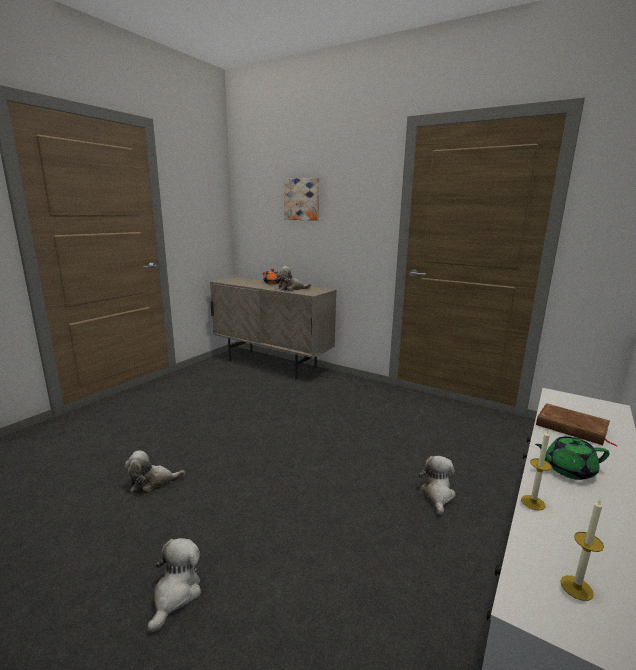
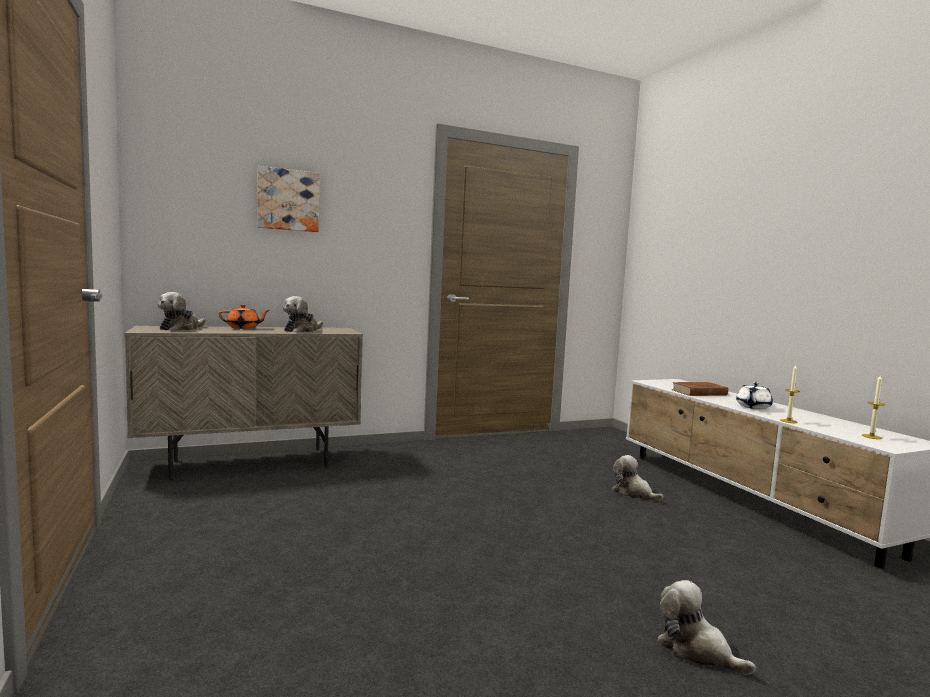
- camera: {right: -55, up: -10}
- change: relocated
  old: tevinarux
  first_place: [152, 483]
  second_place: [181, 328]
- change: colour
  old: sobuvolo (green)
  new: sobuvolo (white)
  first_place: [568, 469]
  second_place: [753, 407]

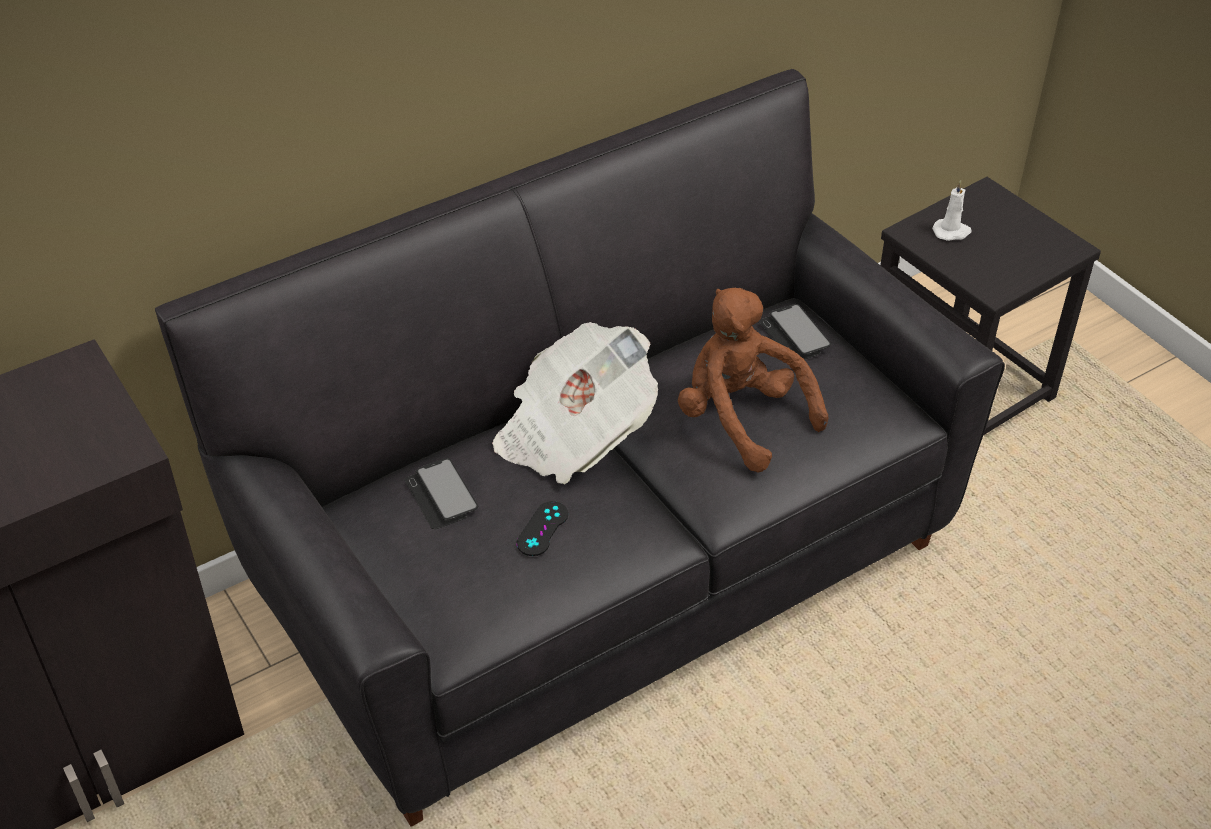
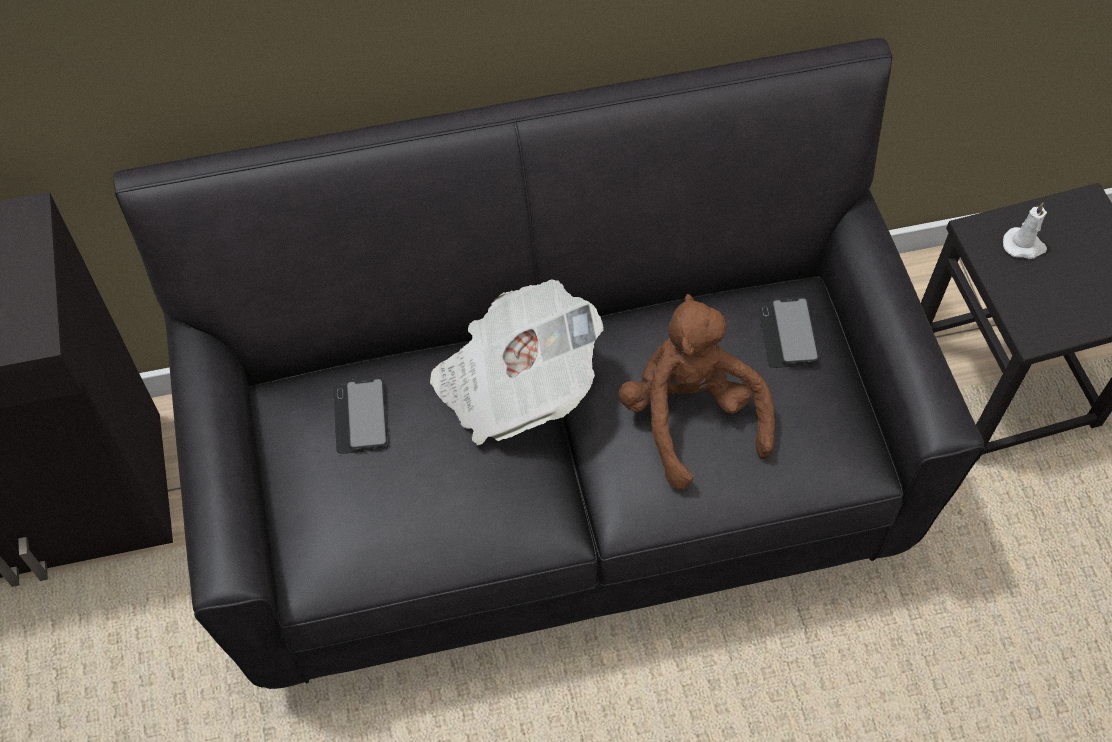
- camera: {right: 20, up: 15}
- change: missing
  old: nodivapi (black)
  first_place: [542, 529]

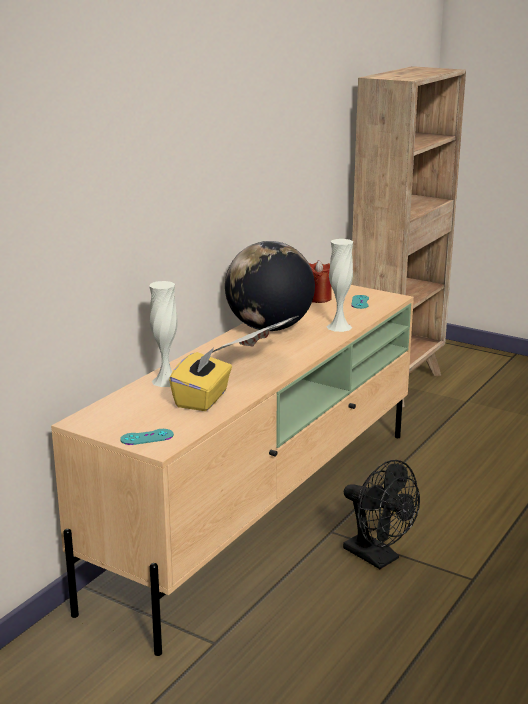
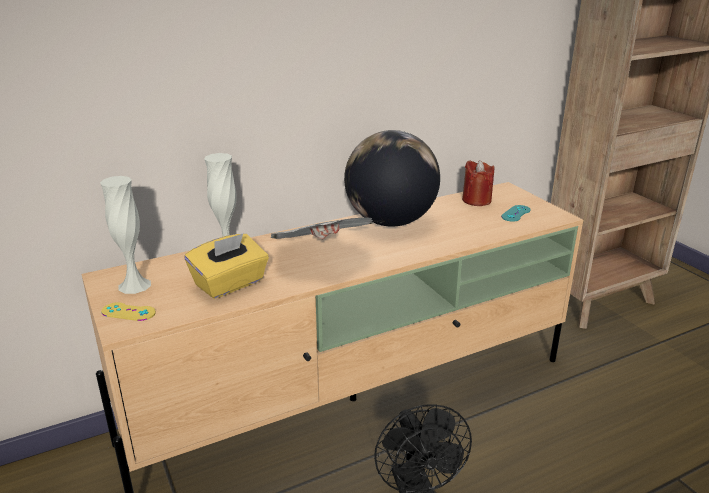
- camera: {right: 30, up: 5}
- change: colour
  old: nodivapi (turquoise)
  new: nodivapi (yellow)
  first_place: [147, 437]
  second_place: [128, 312]
- change: relocated
  old: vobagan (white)
  first_place: [339, 327]
  second_place: [134, 285]

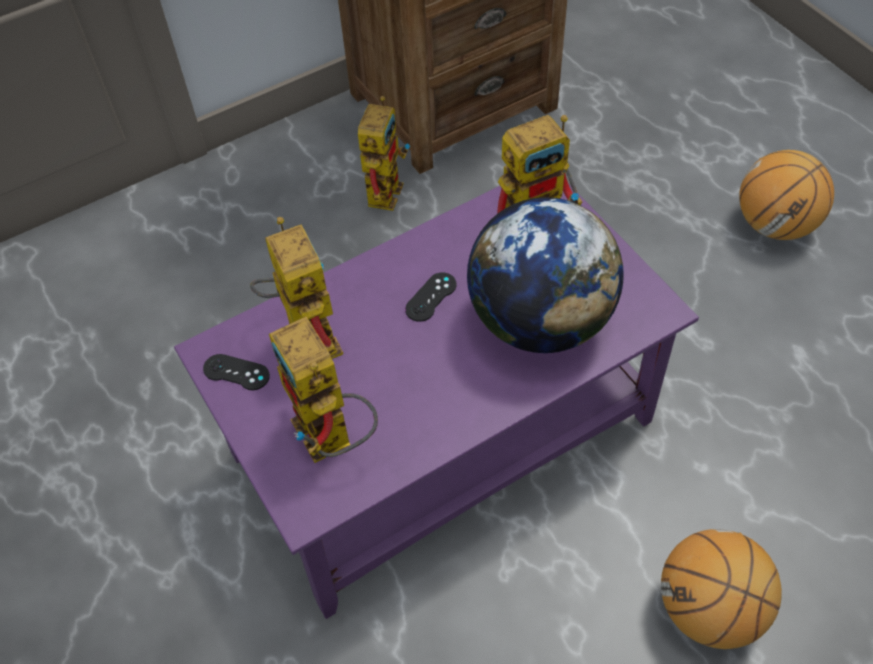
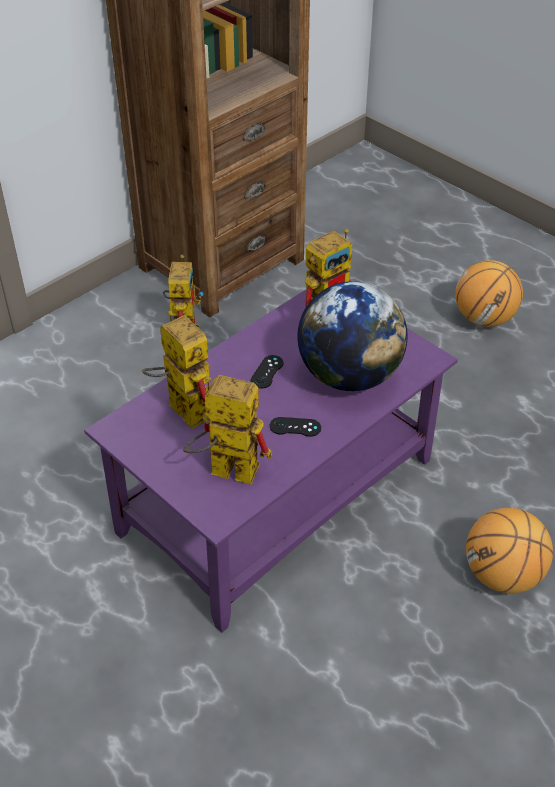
- camera: {right: -15, up: -10}
- change: relocated
  old: nodivapi (black)
  first_place: [236, 372]
  second_place: [295, 427]
- change: spun
  old: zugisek
  first_place: [333, 440]
  second_place: [224, 470]
  degrees: 150

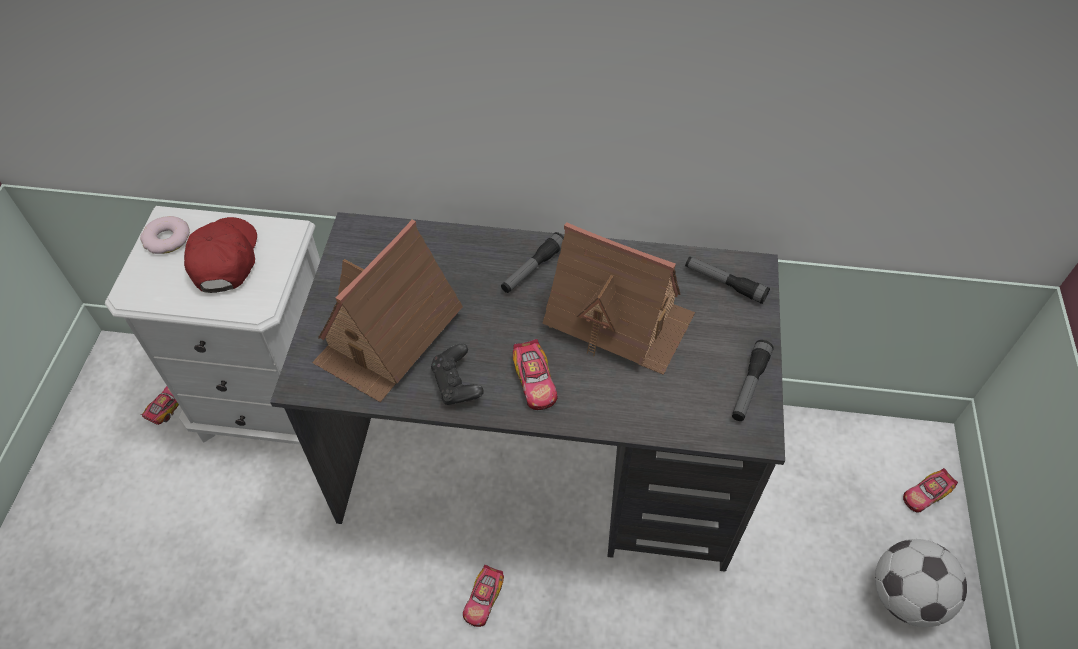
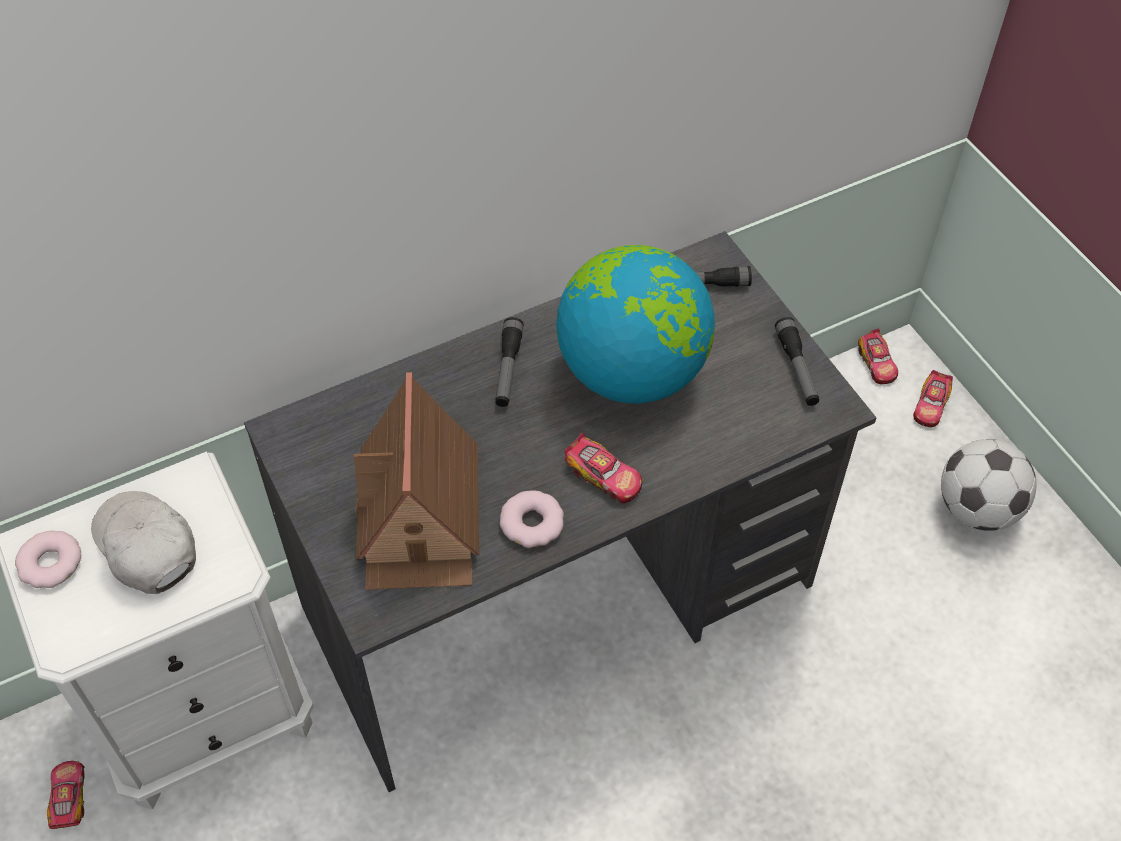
- camera: {right: -35, up: 0}
- change: colour
  old: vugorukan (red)
  new: vugorukan (white)
  first_place: [224, 260]
  second_place: [146, 547]
- change: exchanged
  old: nodivapi (black)
  new: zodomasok
  first_place: [457, 384]
  second_place: [532, 523]
- change: relocated
  old: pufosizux
  first_place: [483, 600]
  second_place: [876, 363]
- change: exchanged
  old: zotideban
  new: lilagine
  first_place: [618, 319]
  second_place: [632, 372]

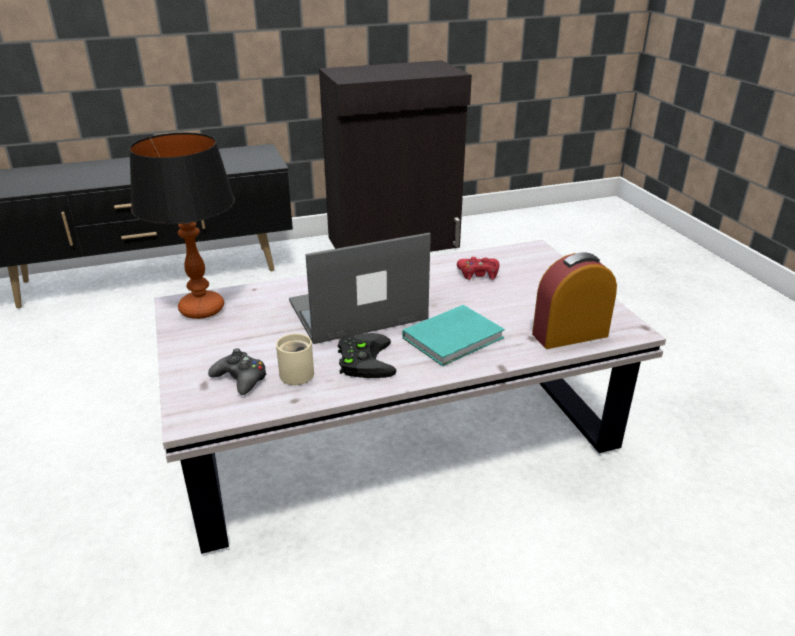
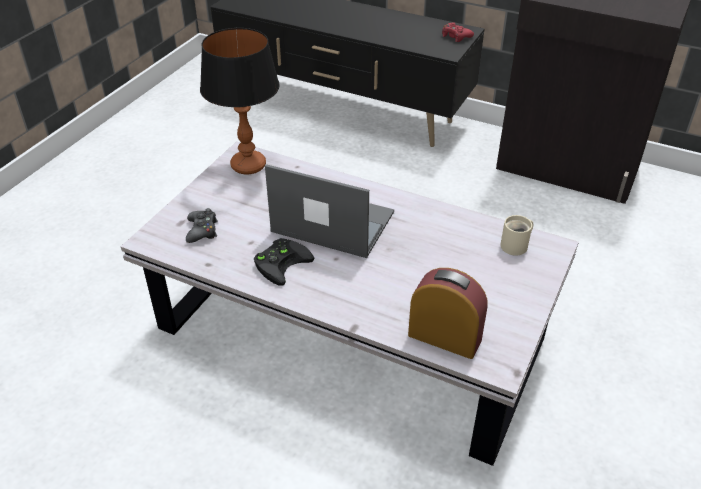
- camera: {right: 45, up: 10}
- change: relocated
  old: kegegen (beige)
  first_place: [299, 373]
  second_place: [516, 246]
- change: missing
  old: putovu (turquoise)
  first_place: [456, 338]
- change: relocated
  old: nodivapi (red)
  first_place: [478, 273]
  second_place: [455, 36]

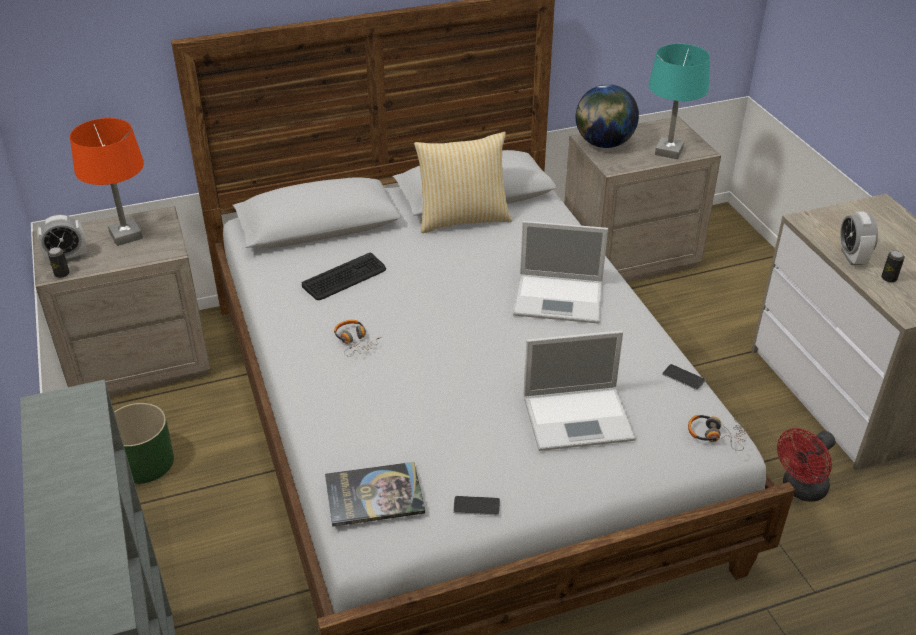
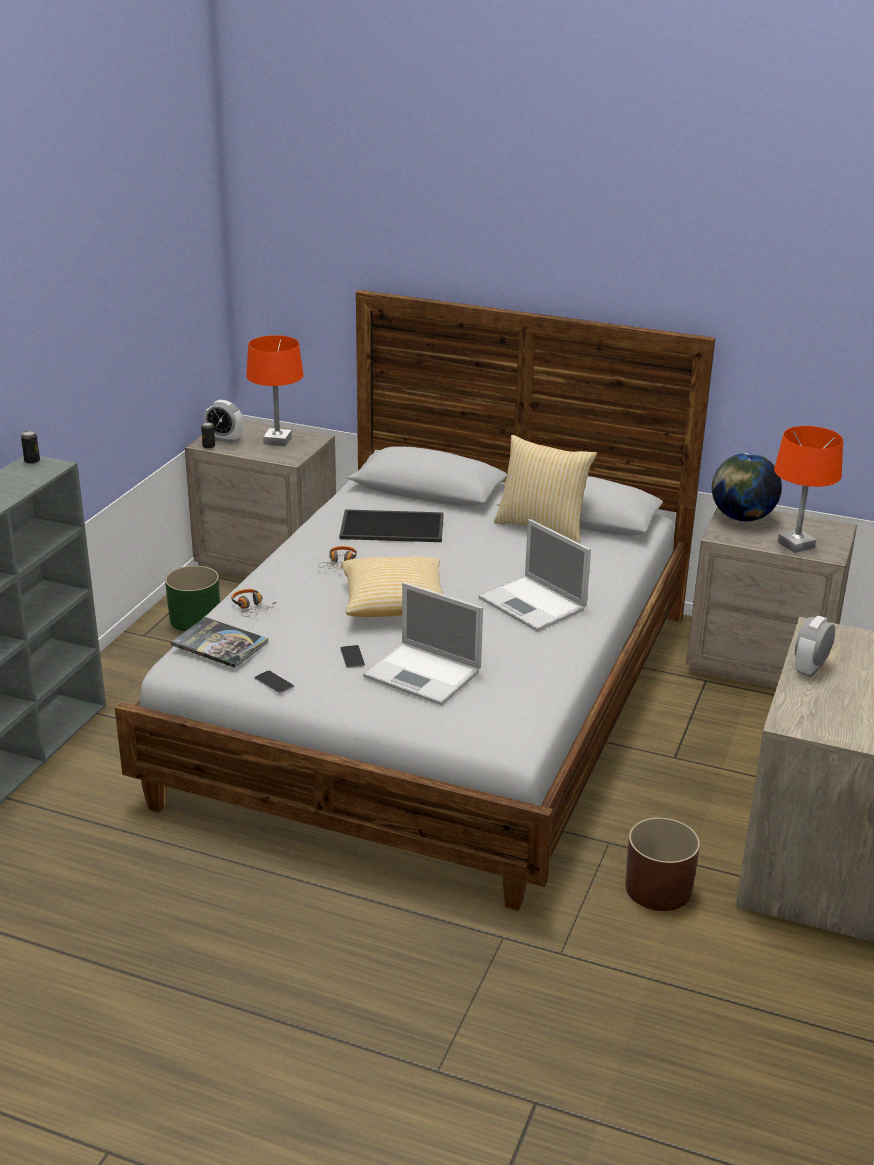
- camera: {right: 40, up: -10}
- change: exchanged
  old: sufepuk
  new: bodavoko
  first_place: [345, 278]
  second_place: [393, 526]
- change: colour
  old: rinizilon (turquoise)
  new: rinizilon (orange)
  first_place: [668, 151]
  second_place: [795, 544]
- change: relocated
  old: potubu
  first_place: [683, 377]
  second_place: [352, 657]
- change: relocated
  old: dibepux
  first_place: [715, 435]
  second_place: [251, 607]
- change: exchanged
  old: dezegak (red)
  new: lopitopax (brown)
  first_place: [800, 489]
  second_place: [659, 889]
- change: relocated
  old: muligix
  first_place: [889, 278]
  second_place: [32, 461]
- change: appeared
  new: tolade
  second_place: [394, 604]

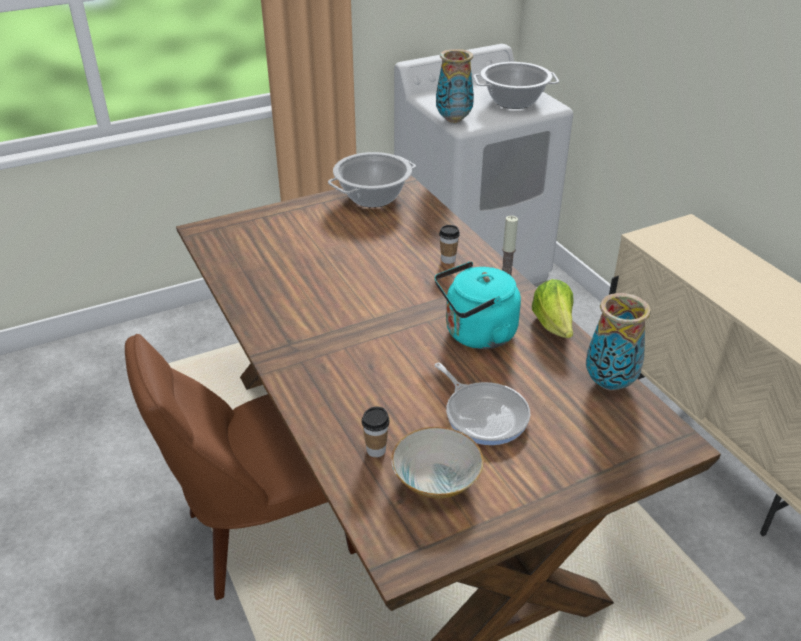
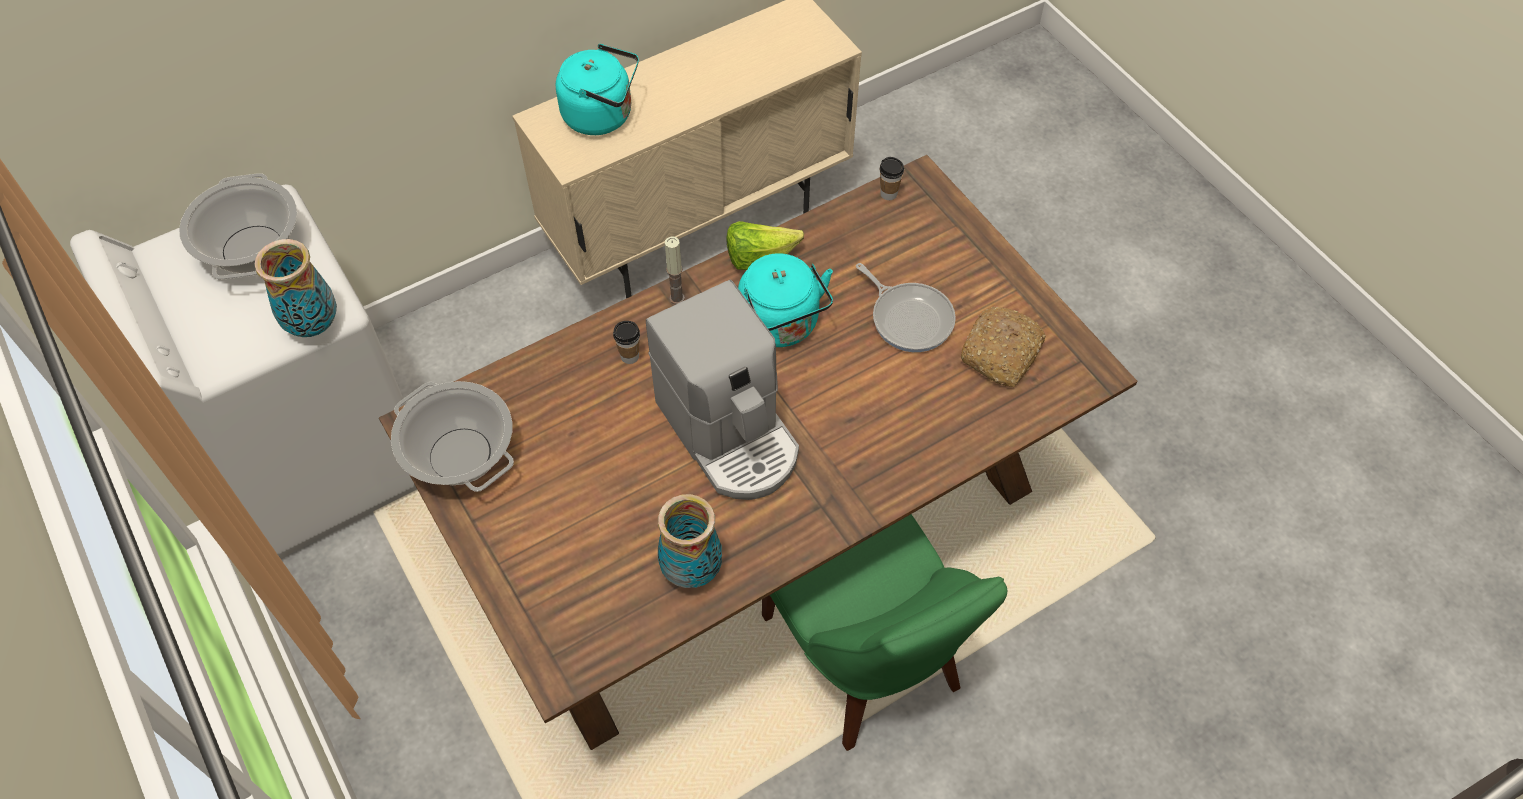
- camera: {right: -95, up: 20}
- change: colour
  old: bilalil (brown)
  new: bilalil (green)
  first_place: [262, 533]
  second_place: [866, 659]
- change: relocated
  old: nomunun
  first_place: [376, 450]
  second_place: [888, 194]
- change: exchanged
  old: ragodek
  new: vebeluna
  first_place: [435, 479]
  second_place: [1001, 353]
- change: spun
  old: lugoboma
  first_place: [484, 414]
  second_place: [909, 318]
  degrees: 90
- change: relocated
  old: vobagan
  first_place: [610, 383]
  second_place: [691, 569]
- change: appeared
  new: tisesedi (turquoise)
  second_place: [602, 115]
- change: appeared
  new: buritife
  second_place: [730, 433]

